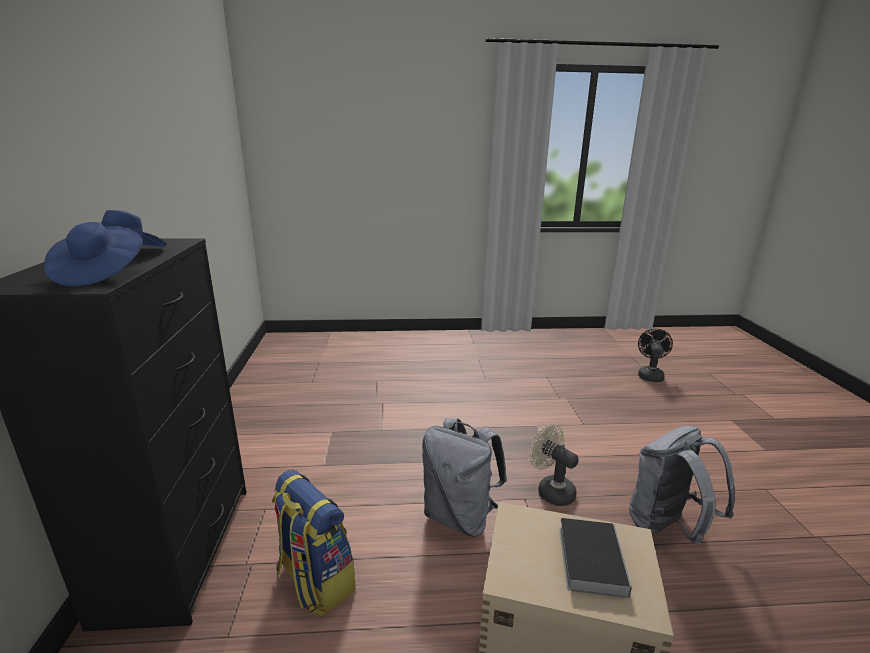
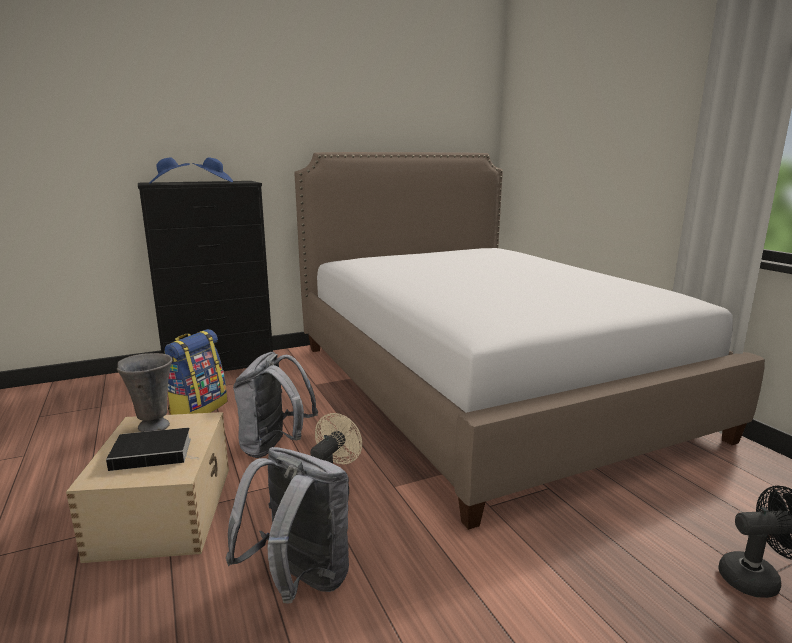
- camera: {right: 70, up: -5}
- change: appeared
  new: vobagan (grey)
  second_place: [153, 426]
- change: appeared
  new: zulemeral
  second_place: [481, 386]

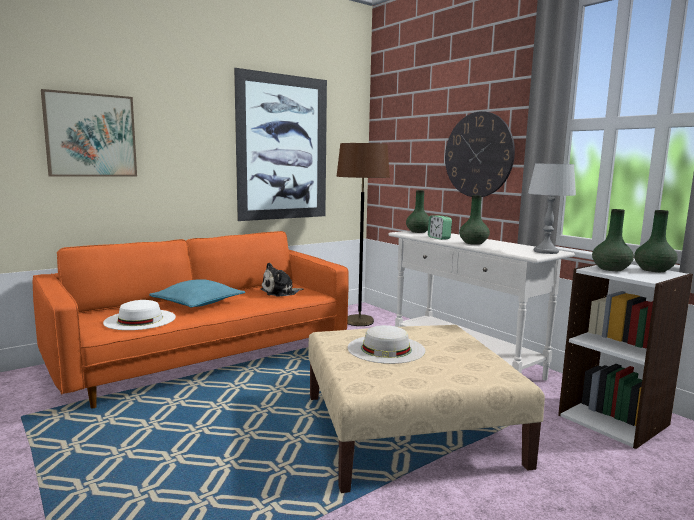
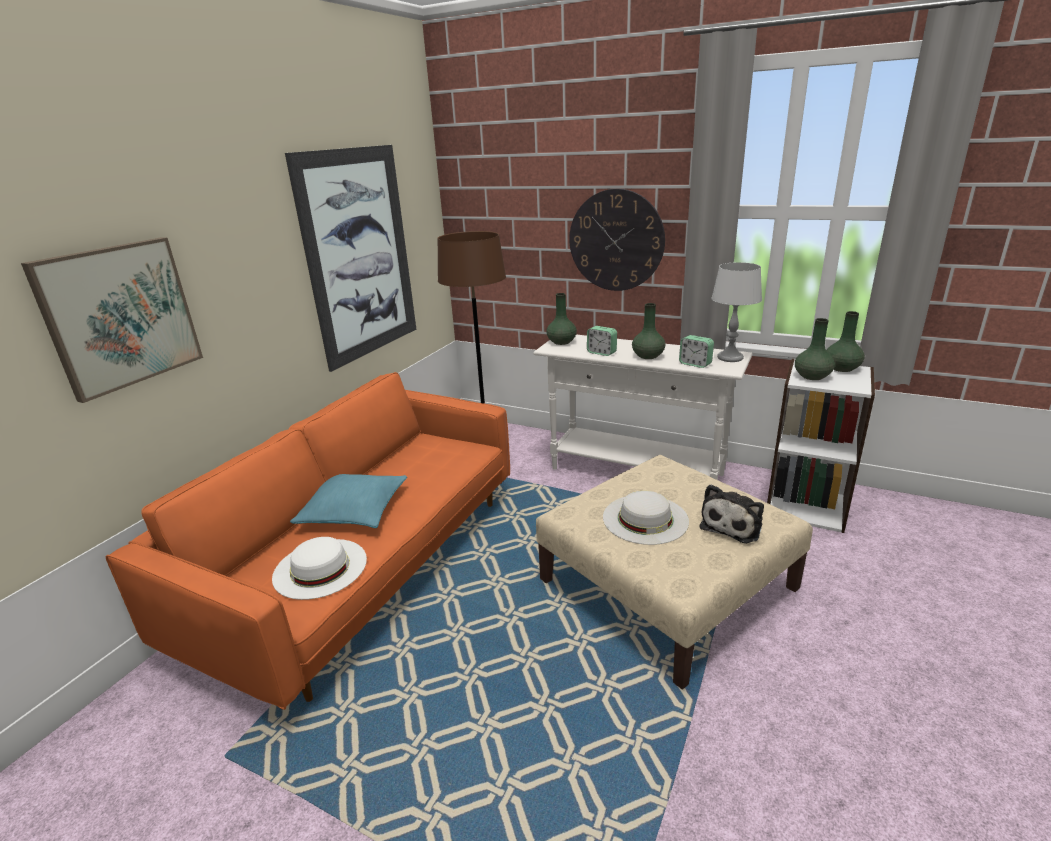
- camera: {right: -25, up: 15}
- change: relocated
  old: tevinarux
  first_place: [280, 292]
  second_place: [733, 525]
- change: appeared
  new: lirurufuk
  second_place: [695, 364]

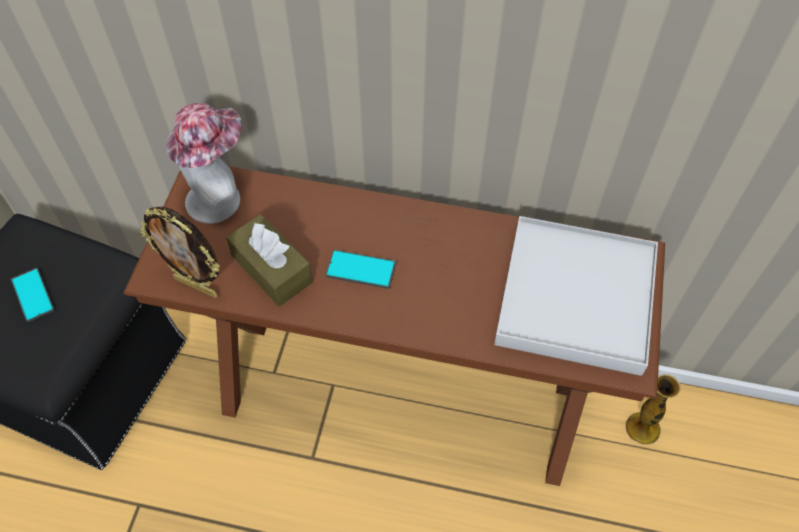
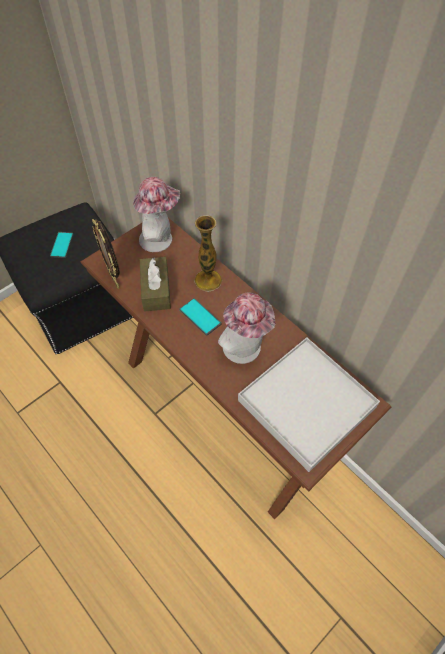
- camera: {right: 35, up: 0}
- change: relocated
  old: vobagan
  first_place: [642, 428]
  second_place: [208, 280]
- change: appeared
  new: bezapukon
  second_place: [245, 350]

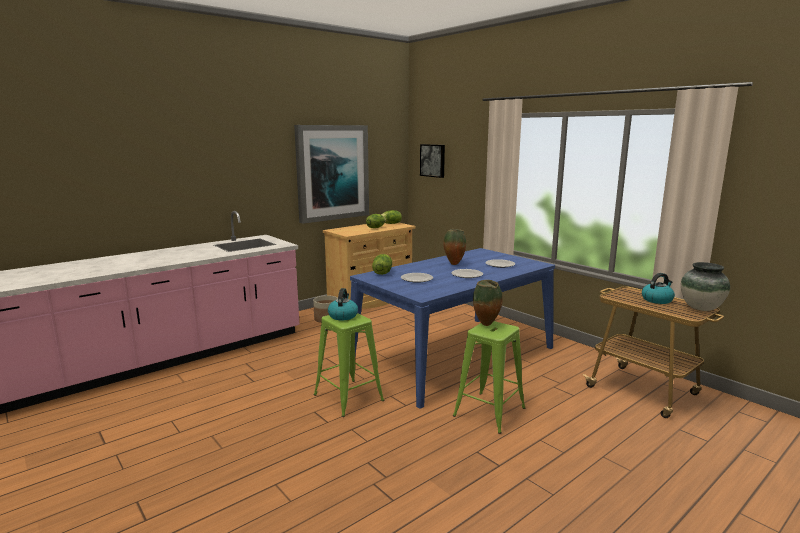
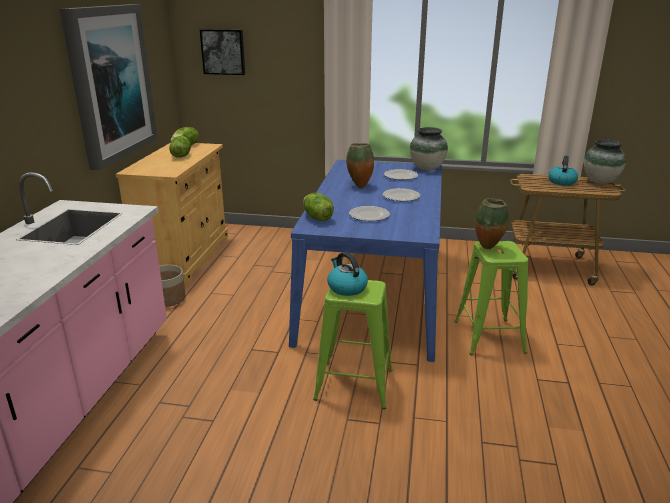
- camera: {right: -40, up: 10}
- change: appeared
  new: vobagan
  second_place: [427, 168]

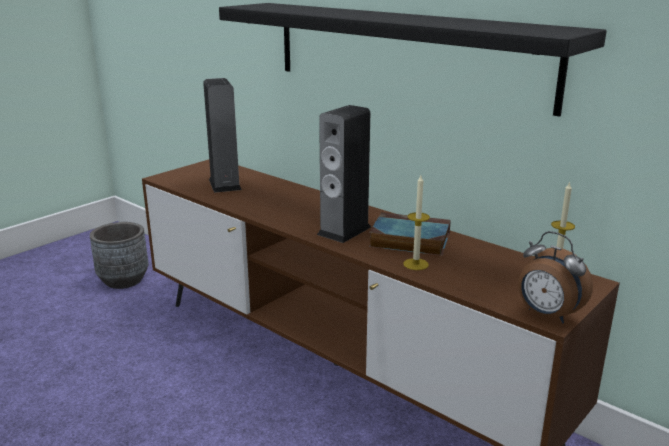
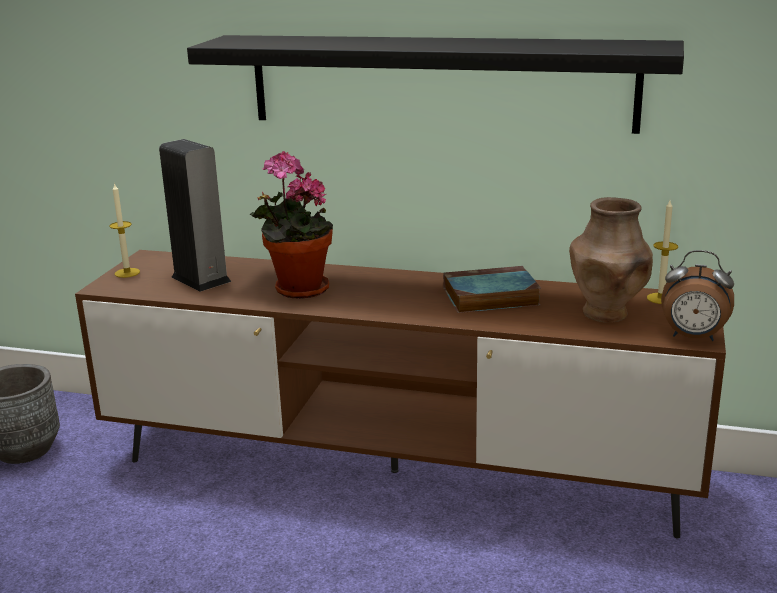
- camera: {right: -25, up: 0}
- change: missing
  old: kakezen
  first_place: [344, 231]
- change: relocated
  old: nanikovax
  first_place: [416, 264]
  second_place: [127, 273]
- change: appeared
  new: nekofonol
  second_place: [297, 290]
- change: appeared
  new: vobagan (brown)
  second_place: [606, 314]

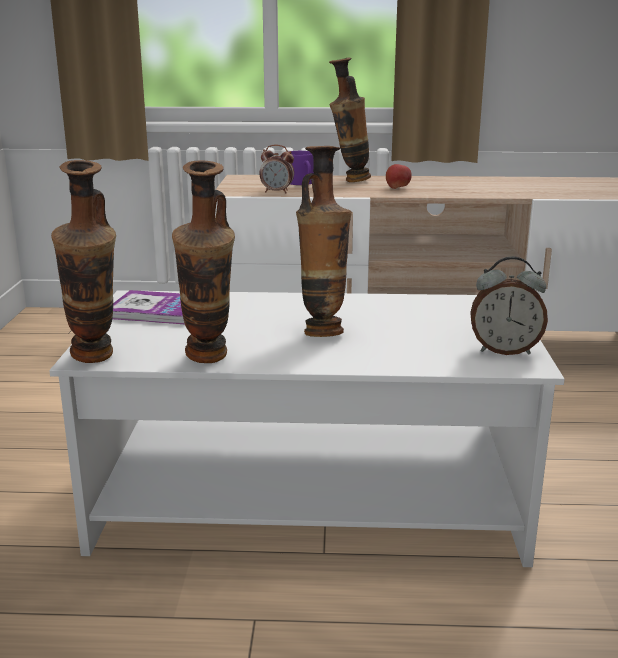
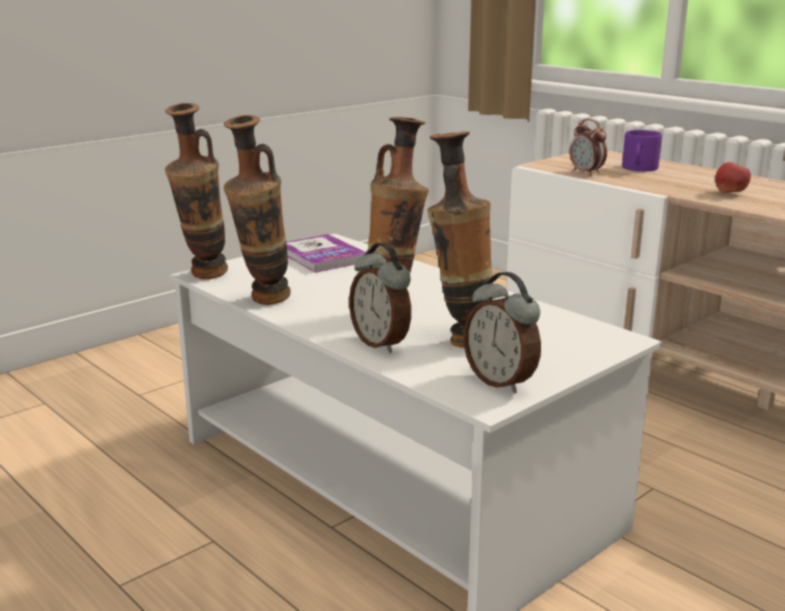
- camera: {right: 45, up: 0}
- change: relocated
  old: vobagan
  first_place: [349, 181]
  second_place: [460, 339]
- change: appeared
  new: lirurufuk
  second_place: [381, 343]

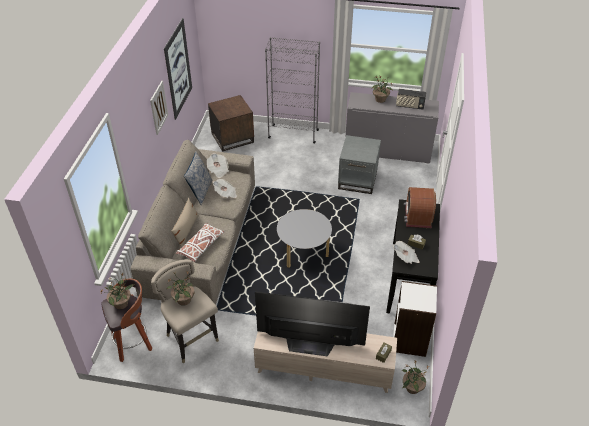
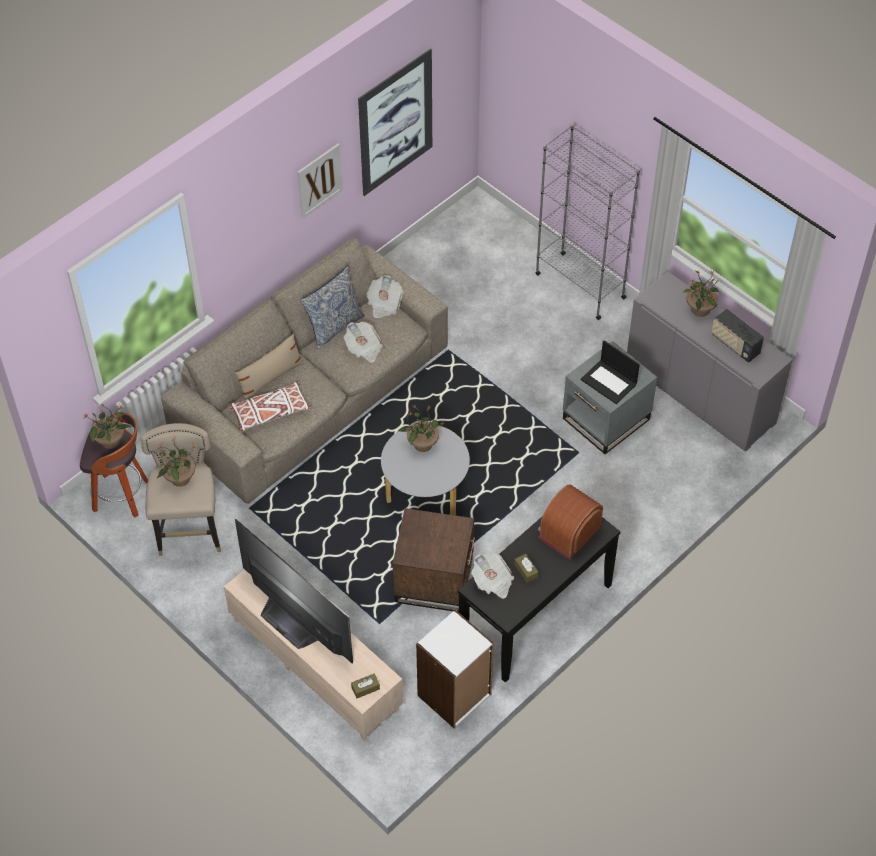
- camera: {right: 35, up: 10}
- change: relocated
  old: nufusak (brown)
  first_place: [232, 137]
  second_place: [434, 579]
- change: relocated
  old: nekofonol
  first_place: [412, 388]
  second_place: [422, 444]
- change: appeared
  new: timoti
  second_place: [609, 382]

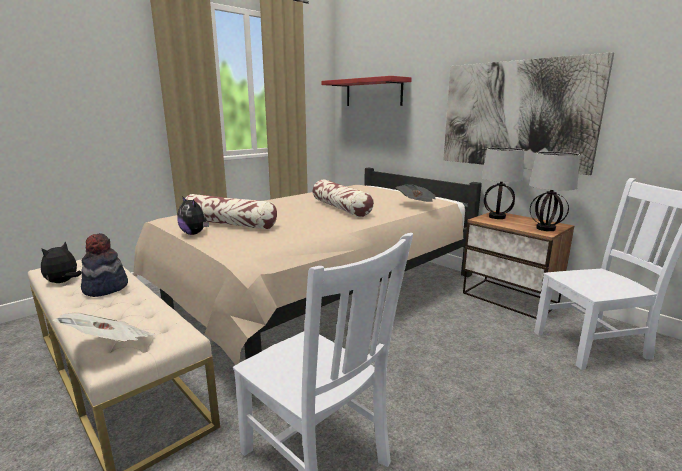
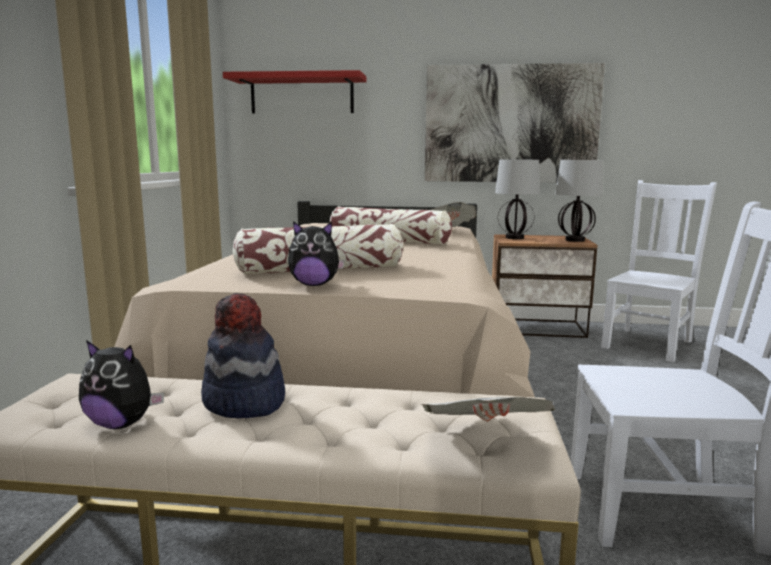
- camera: {right: -40, up: -5}
- change: spun
  old: tevinarux
  first_place: [63, 282]
  second_place: [122, 424]
  degrees: -60

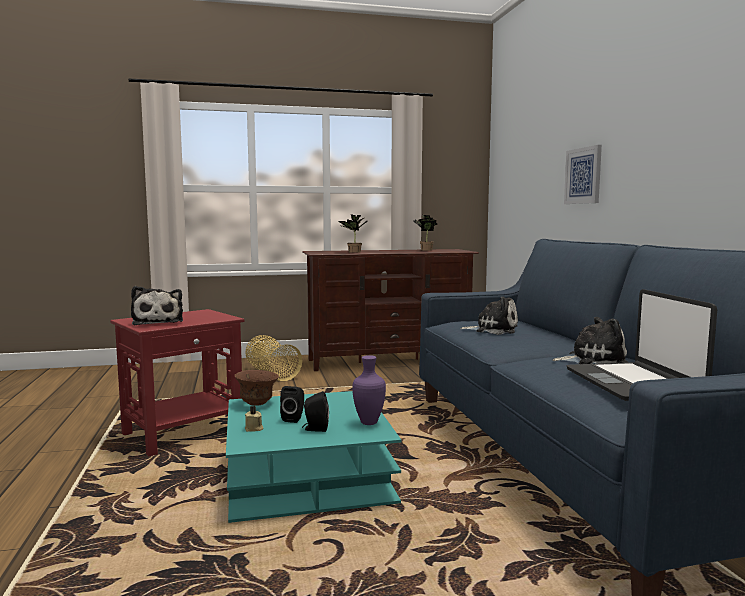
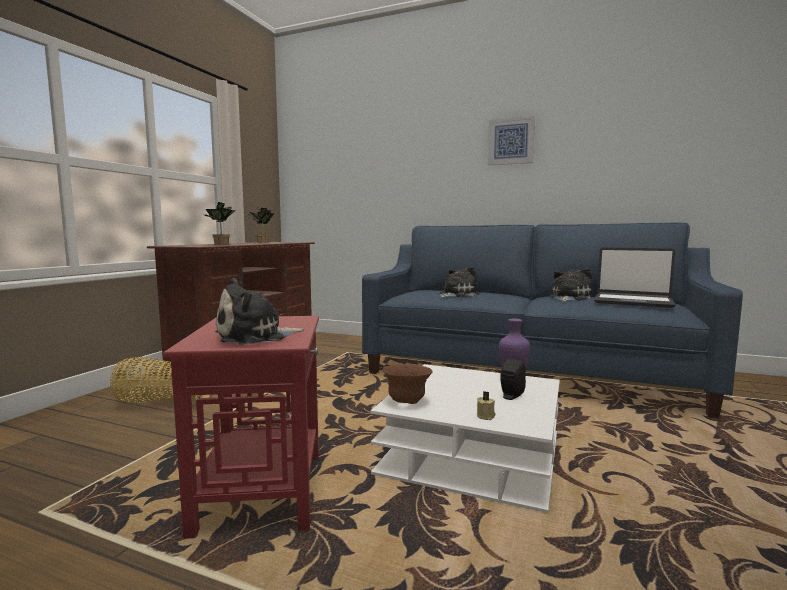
- camera: {right: -55, up: 0}
- change: spun
  old: tevinarux
  first_place: [158, 321]
  second_place: [255, 336]
  degrees: 135
- change: colour
  old: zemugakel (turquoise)
  new: zemugakel (white)
  first_place: [307, 477]
  second_place: [472, 454]
- change: missing
  old: kakezen (black)
  first_place: [294, 418]
- change: relocated
  old: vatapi
  first_place: [583, 176]
  second_place: [511, 141]

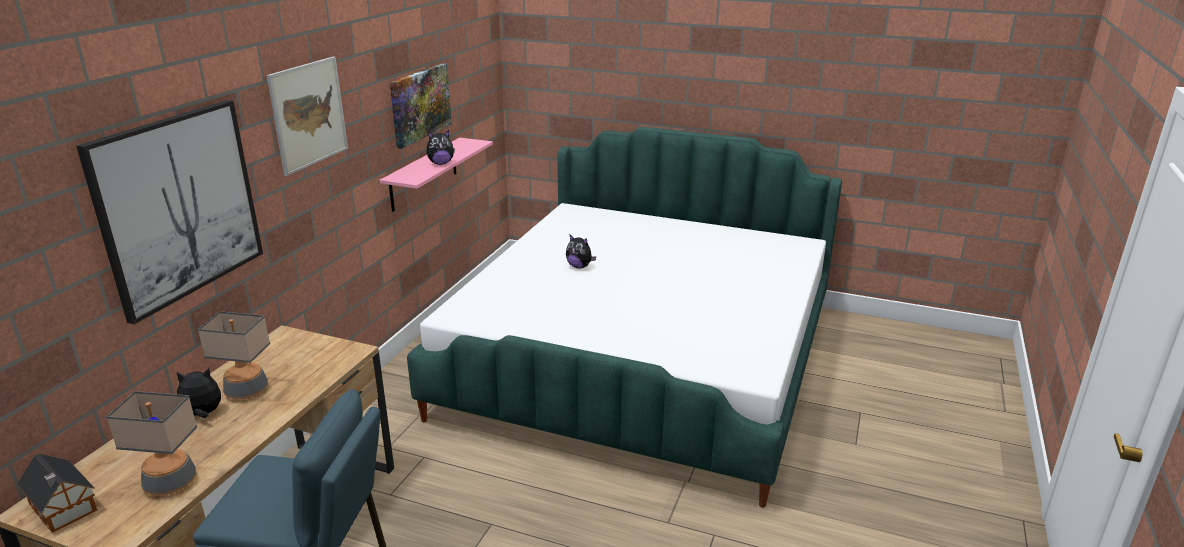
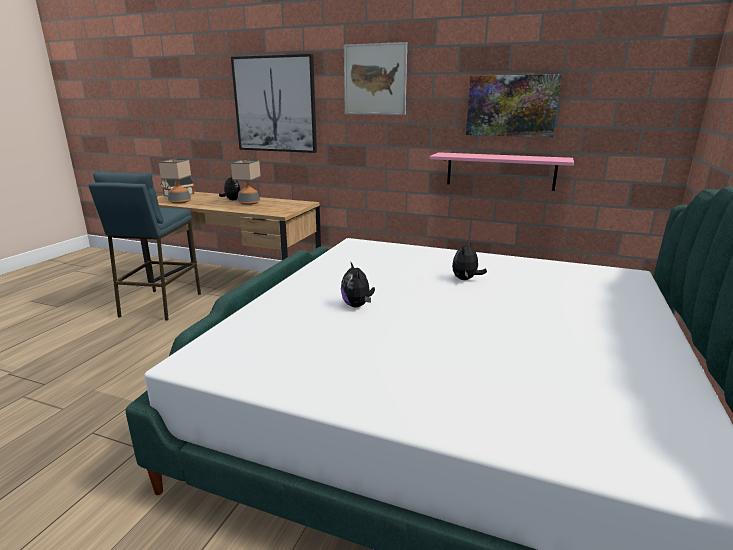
- camera: {right: 90, up: -5}
- change: relocated
  old: tevinarux
  first_place: [441, 163]
  second_place: [357, 305]

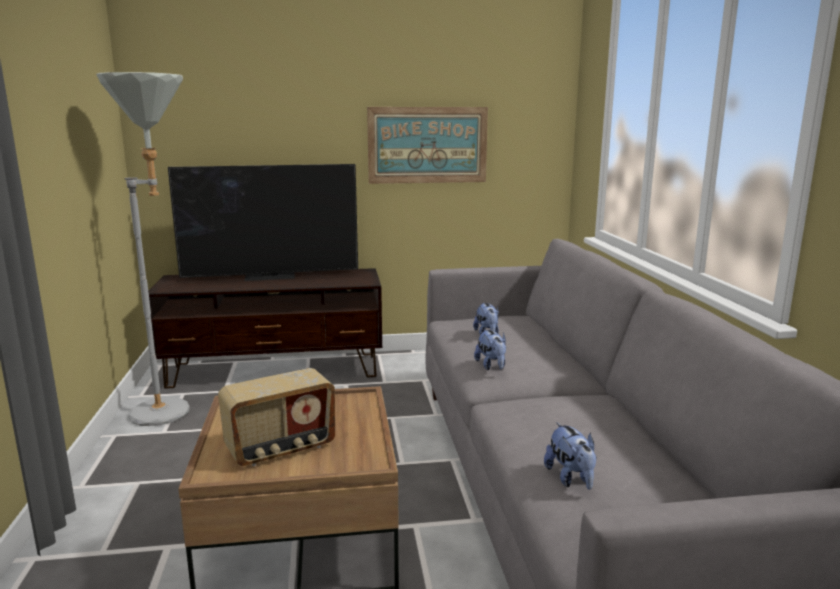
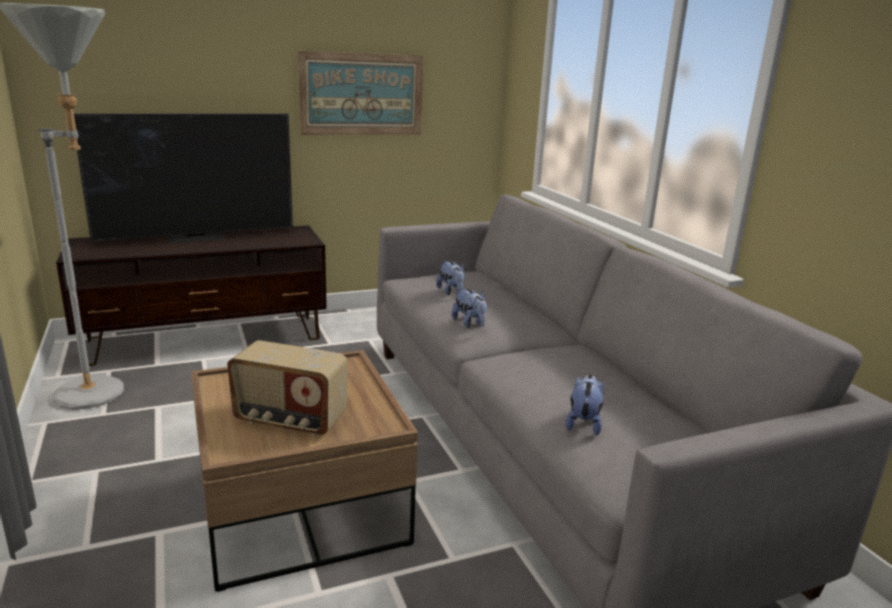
- camera: {right: -15, up: 5}
- change: spun
  old: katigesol
  first_place: [281, 449]
  second_place: [290, 420]
  degrees: 60
- change: spun
  old: tevinarux
  first_place: [571, 479]
  second_place: [583, 423]
  degrees: -135

